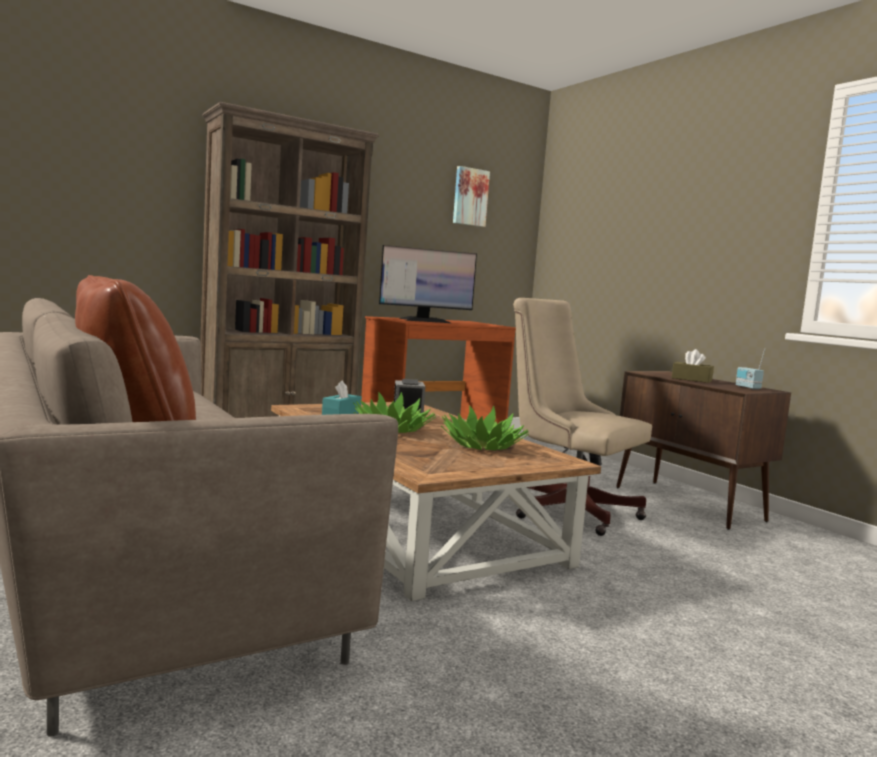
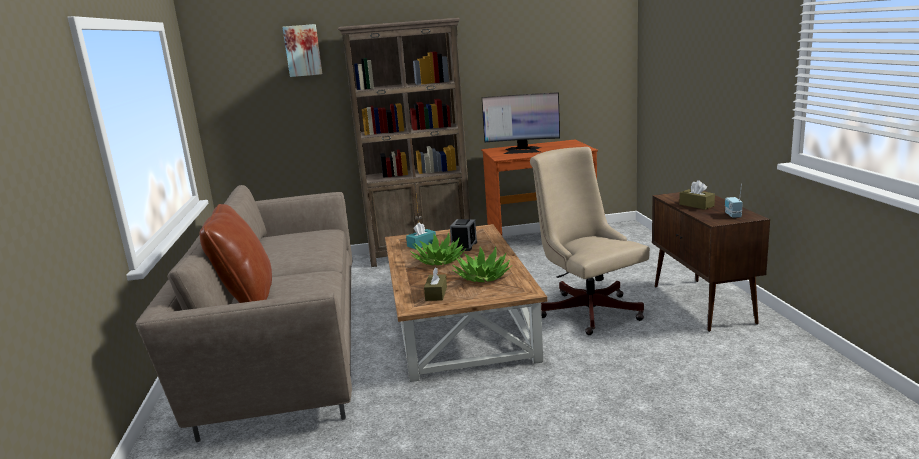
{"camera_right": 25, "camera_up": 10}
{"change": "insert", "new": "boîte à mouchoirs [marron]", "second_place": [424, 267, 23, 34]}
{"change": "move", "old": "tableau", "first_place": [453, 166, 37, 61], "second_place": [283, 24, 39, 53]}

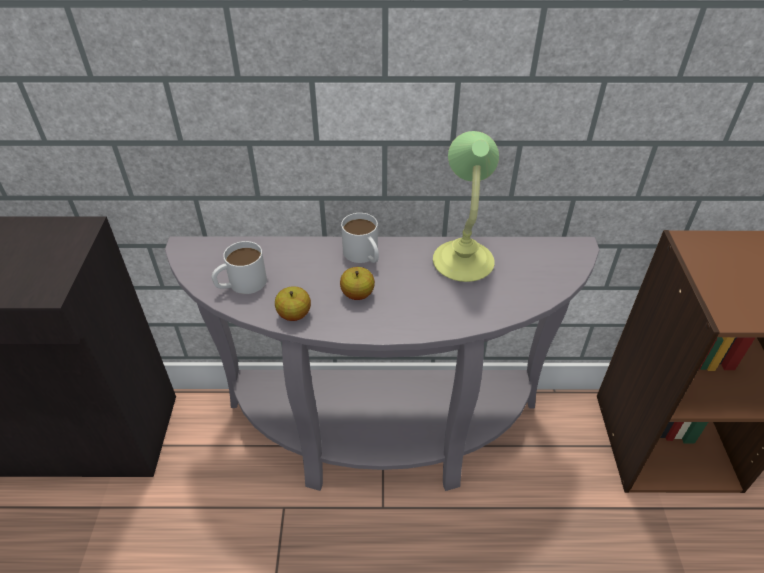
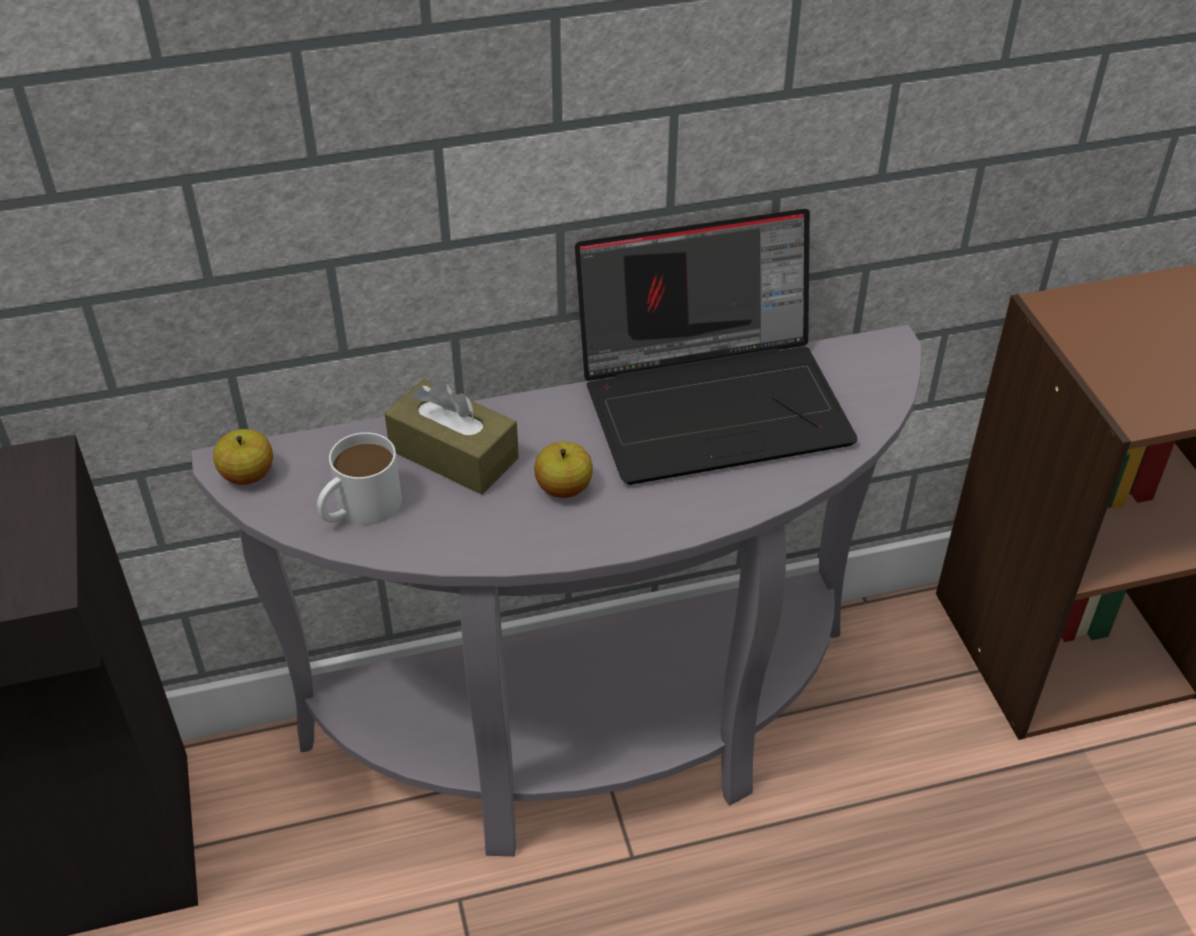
{"camera_right": -15, "camera_up": 0}
{"change": "delete", "old": "mug [blanc]", "first_place": [341, 213, 38, 50]}
{"change": "insert", "new": "boîte à mouchoirs [marron]", "second_place": [384, 379, 135, 116]}
{"change": "move", "old": "pomme", "first_place": [275, 286, 36, 35], "second_place": [213, 429, 60, 56]}
{"change": "replace", "old": "lampe de table", "new": "ordinateur portable", "first_place": [433, 131, 66, 151], "second_place": [575, 209, 283, 276]}

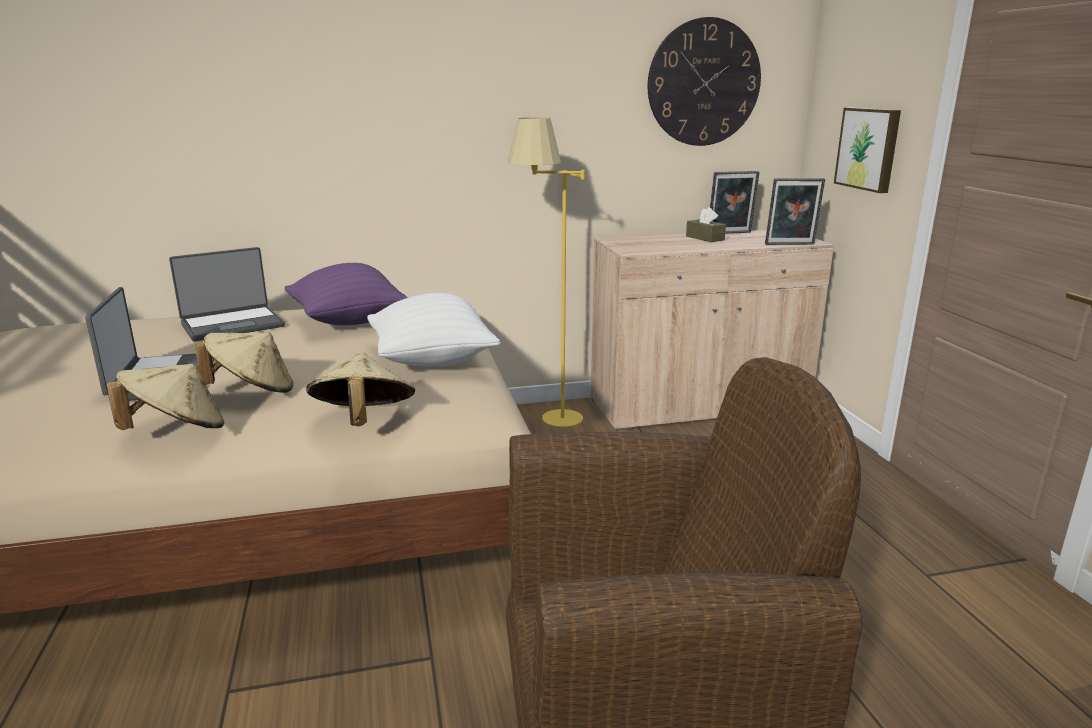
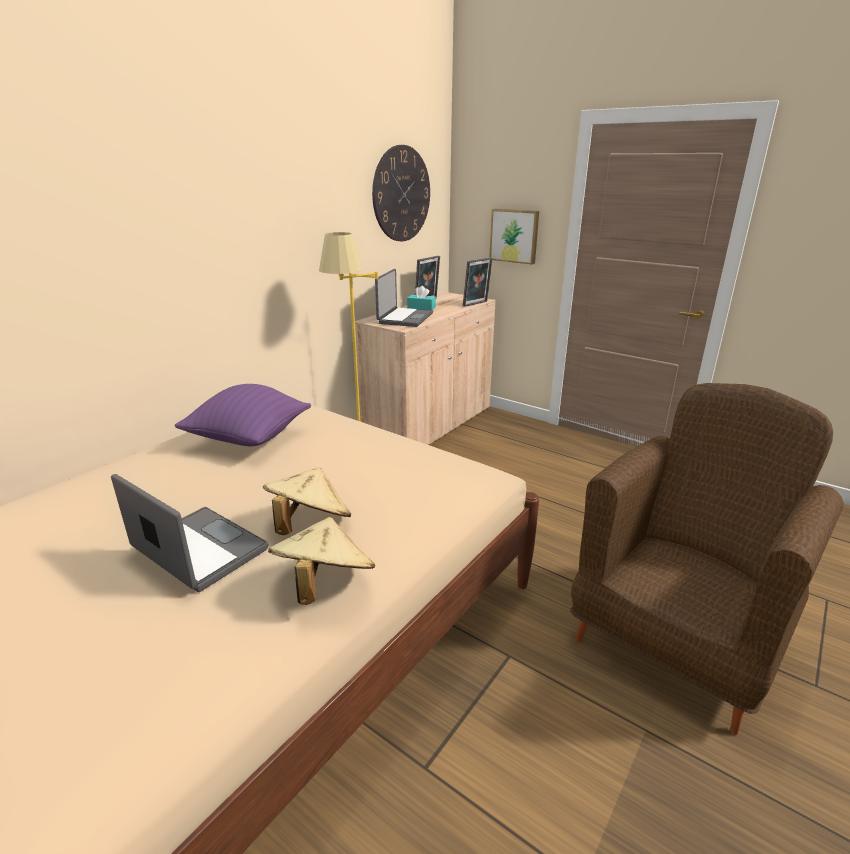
{"camera_right": -40, "camera_up": 5}
{"change": "delete", "old": "chapeau [beige]", "first_place": [306, 352, 109, 74]}
{"change": "delete", "old": "coussin [blanc]", "first_place": [367, 293, 134, 73]}
{"change": "move", "old": "ordinateur portable", "first_place": [169, 247, 116, 94], "second_place": [375, 269, 58, 58]}
{"change": "recolor", "old": "boîte à mouchoirs [marron]", "new": "boîte à mouchoirs [turquoise]", "first_place": [686, 207, 40, 35], "second_place": [407, 286, 29, 24]}

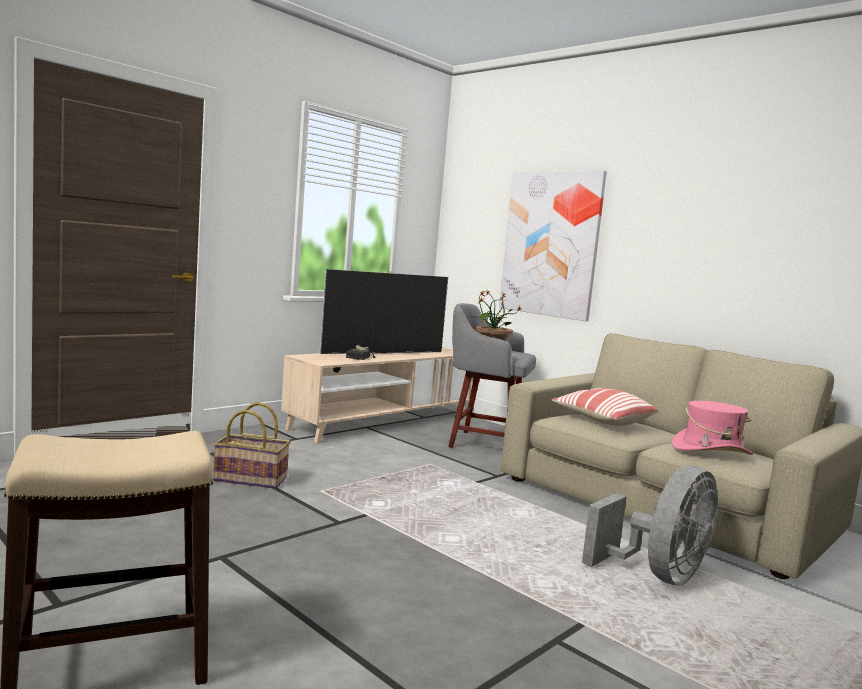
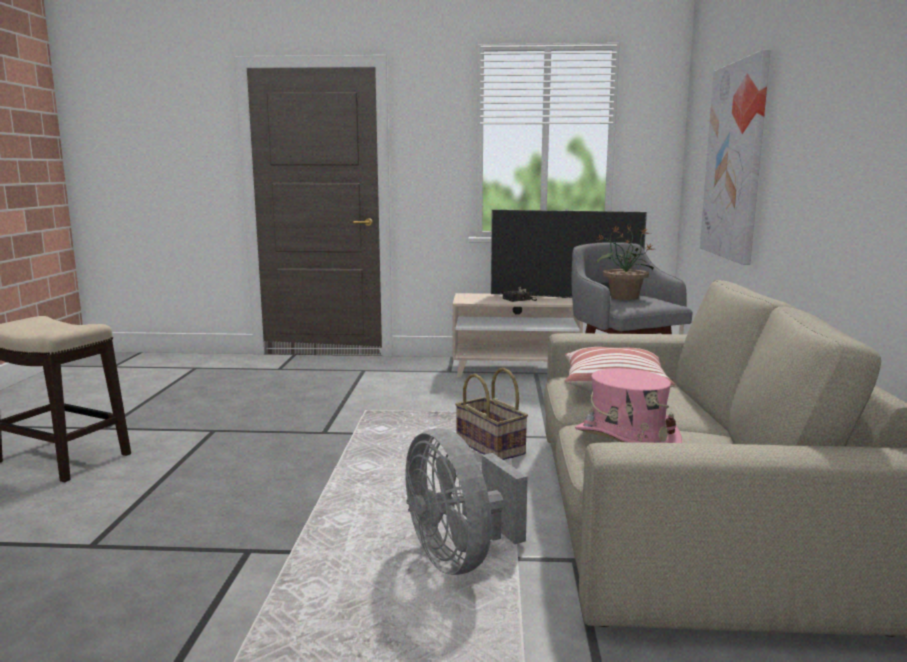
{"camera_right": 50, "camera_up": 5}
{"change": "move", "old": "panier", "first_place": [213, 402, 78, 87], "second_place": [455, 368, 73, 92]}
{"change": "rotate", "old": "ventilateur [gris]", "first_place": [582, 465, 136, 121], "second_place": [405, 428, 123, 147], "degrees": 60}

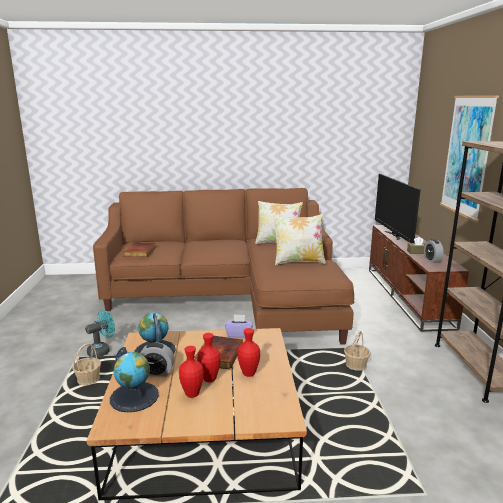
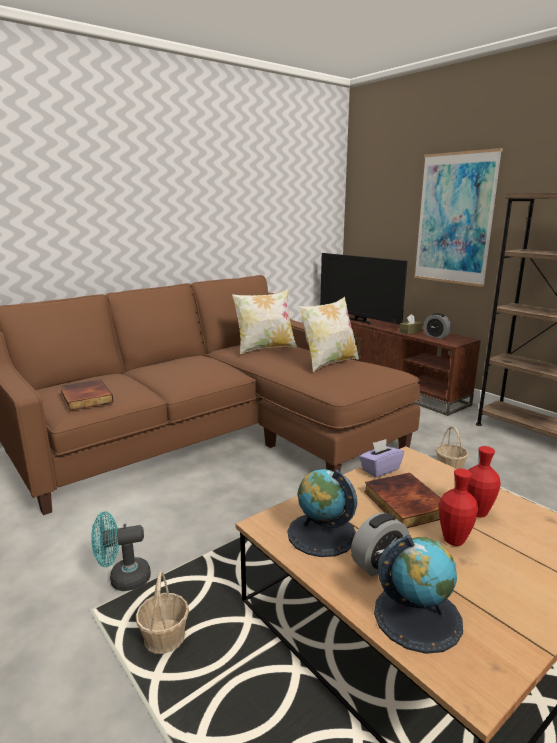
{"camera_right": -35, "camera_up": 0}
{"change": "delete", "old": "vase [rouge]", "first_place": [179, 346, 25, 52]}
{"change": "rotate", "old": "ventilateur [turquoise]", "first_place": [85, 310, 30, 47], "second_place": [91, 512, 60, 79], "degrees": -120}

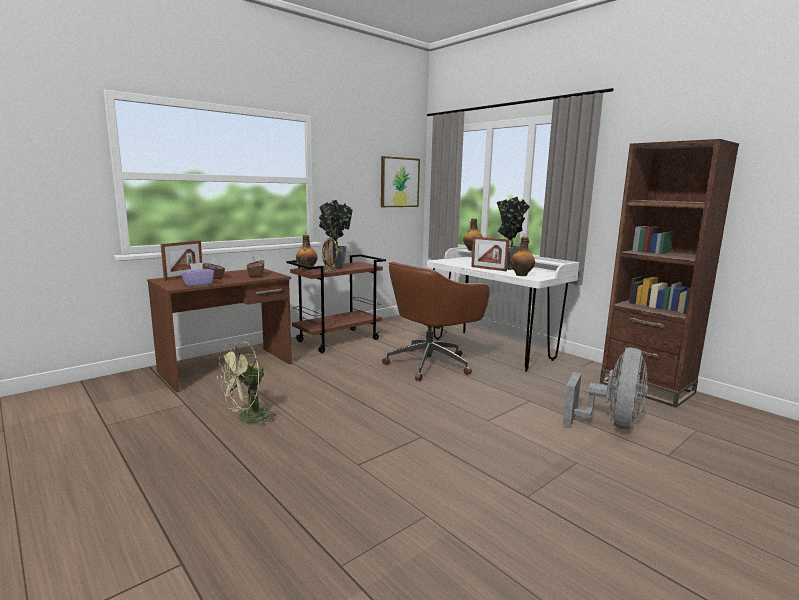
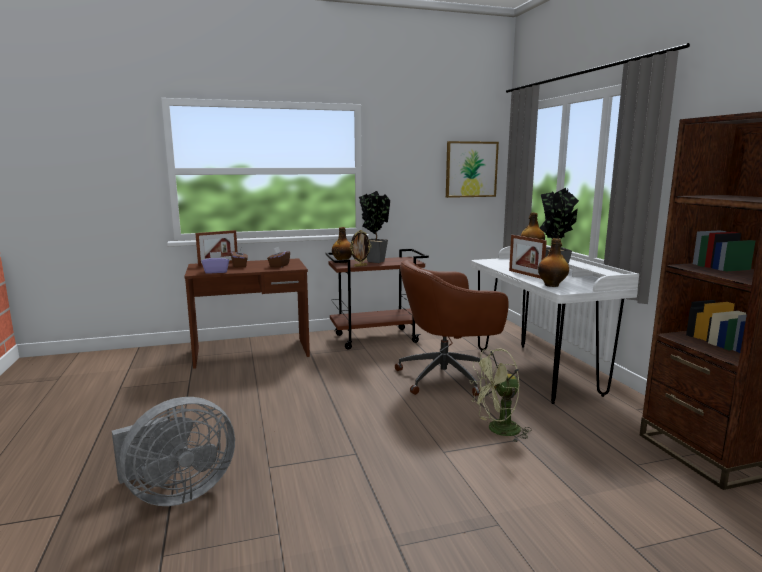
{"camera_right": 25, "camera_up": 0}
{"change": "move", "old": "ventilateur [vert]", "first_place": [217, 341, 63, 85], "second_place": [469, 349, 63, 94]}
{"change": "move", "old": "ventilateur [gris]", "first_place": [562, 348, 86, 82], "second_place": [112, 397, 123, 109]}

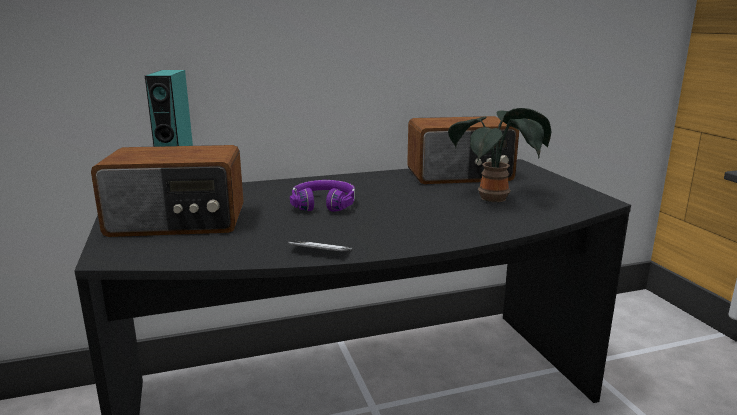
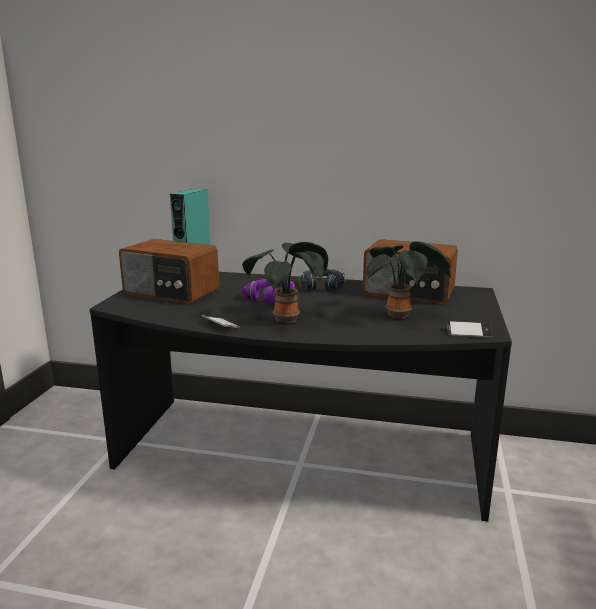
{"camera_right": 30, "camera_up": 0}
{"change": "insert", "new": "plante en pot", "second_place": [242, 242, 86, 81]}
{"change": "insert", "new": "casque audio [noir]", "second_place": [300, 269, 45, 21]}
{"change": "insert", "new": "téléphone", "second_place": [447, 321, 45, 17]}

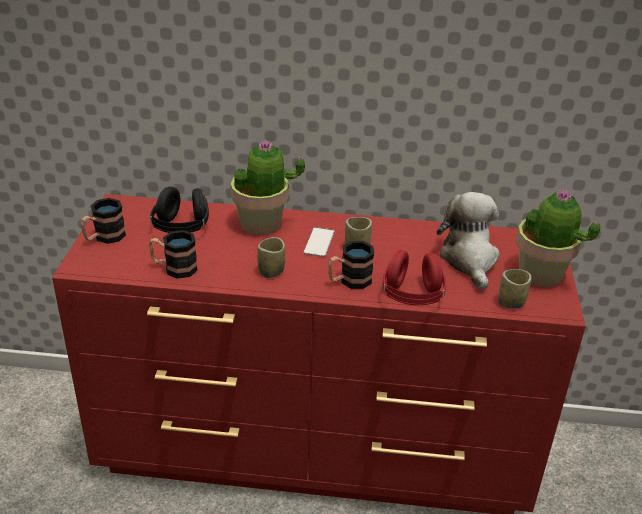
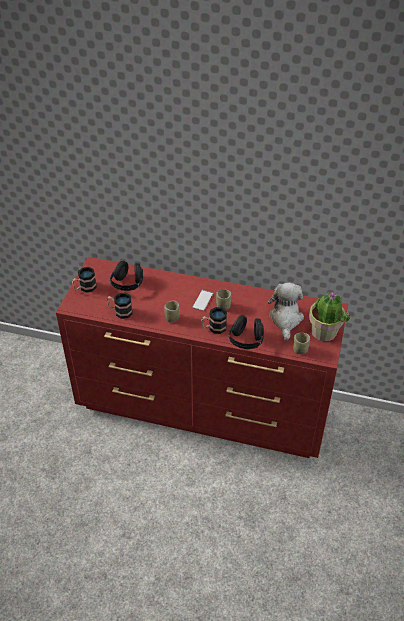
{"camera_right": 10, "camera_up": 10}
{"change": "delete", "old": "plante en pot", "first_place": [231, 140, 74, 95]}
{"change": "recolor", "old": "casque audio [rouge]", "new": "casque audio [noir]", "first_place": [383, 250, 63, 55], "second_place": [228, 315, 36, 34]}

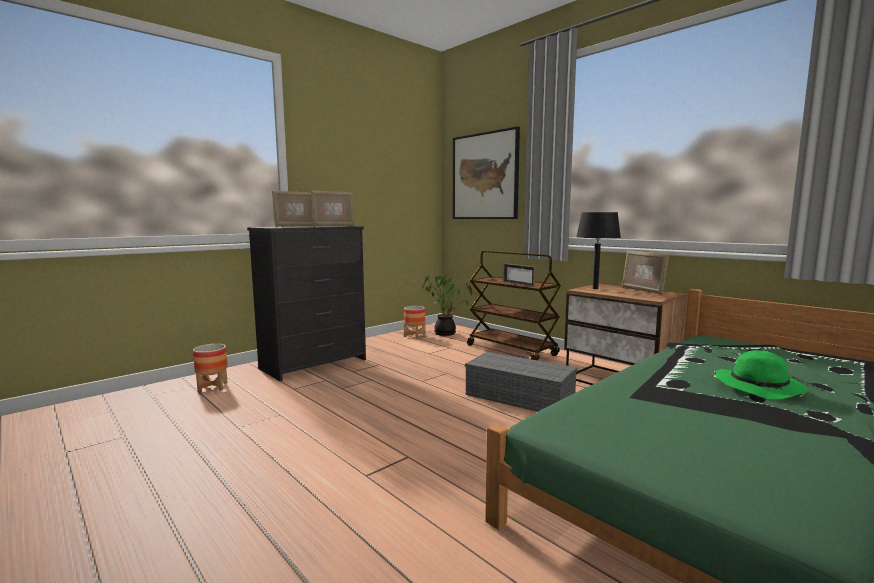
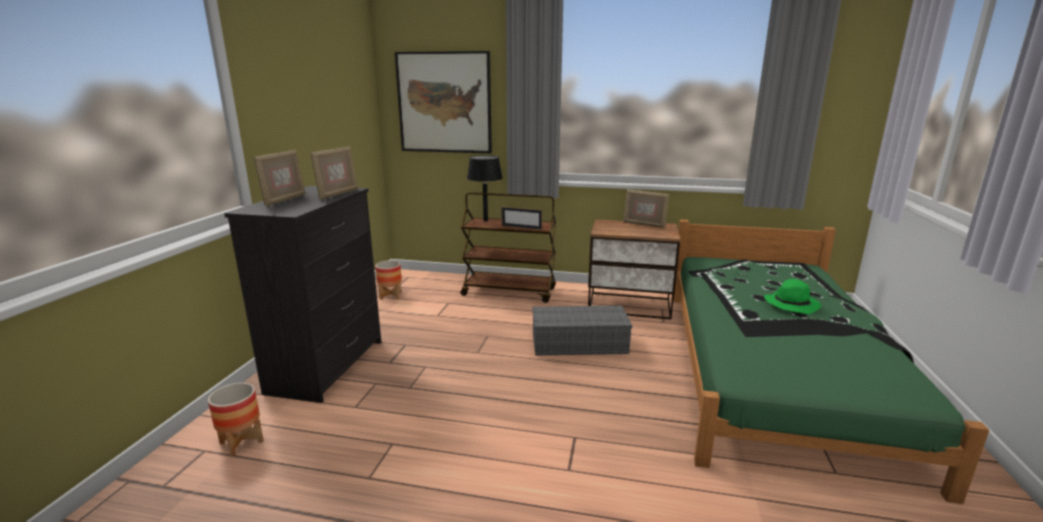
{"camera_right": -35, "camera_up": 10}
{"change": "delete", "old": "plante en pot", "first_place": [422, 273, 51, 63]}
{"change": "move", "old": "lampe de table [noir]", "first_place": [576, 212, 45, 77], "second_place": [467, 155, 36, 67]}

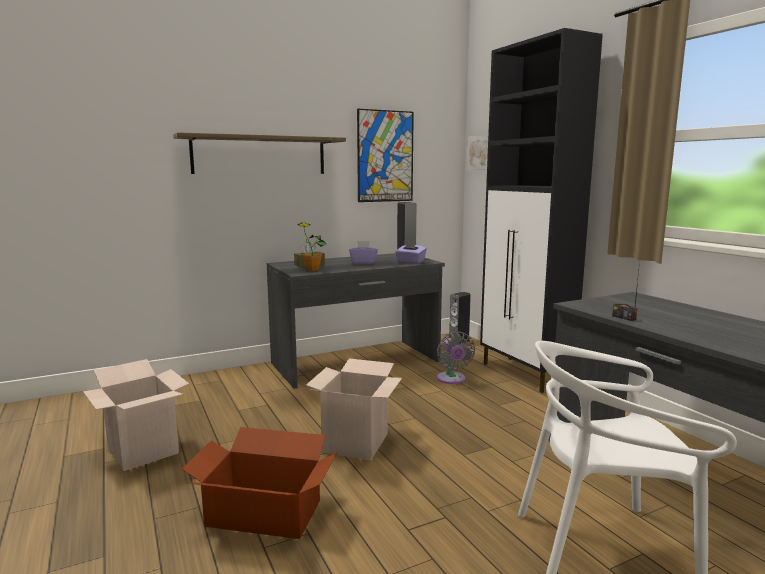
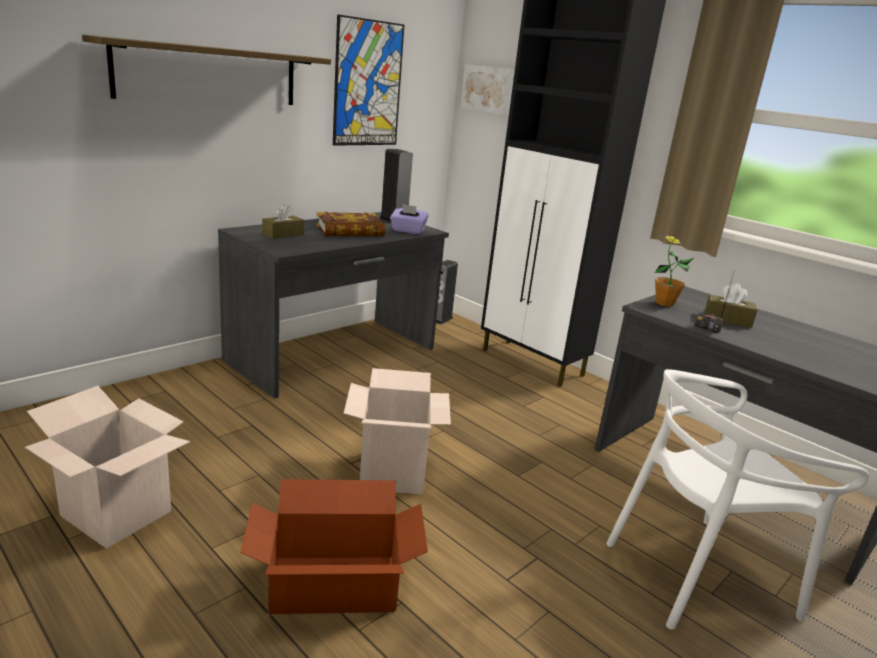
{"camera_right": -20, "camera_up": 10}
{"change": "delete", "old": "ventilateur [gris]", "first_place": [437, 331, 38, 53]}
{"change": "insert", "new": "boîte à mouchoirs [marron]", "second_place": [705, 284, 52, 44]}
{"change": "move", "old": "plante en pot", "first_place": [297, 223, 30, 48], "second_place": [655, 235, 39, 72]}
{"change": "replace", "old": "boîte à mouchoirs [violet]", "new": "livre", "first_place": [349, 241, 29, 23], "second_place": [316, 212, 69, 25]}

